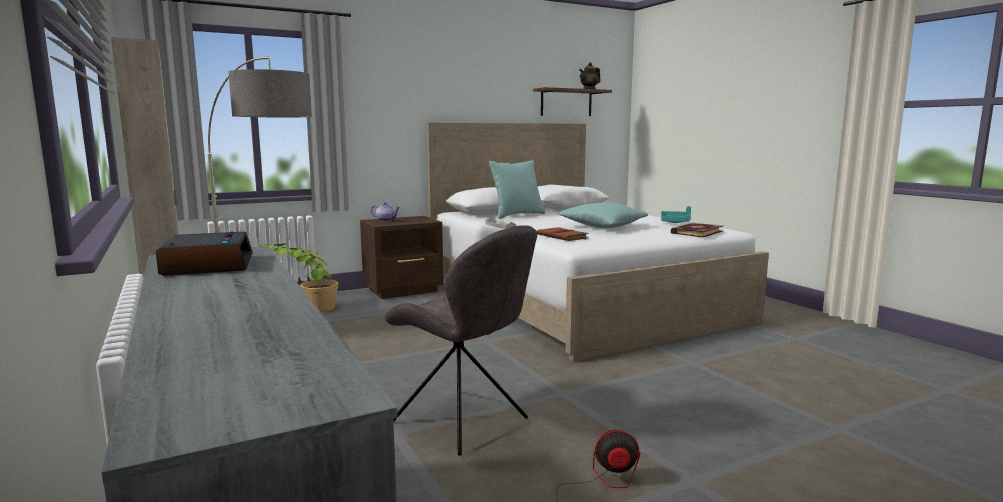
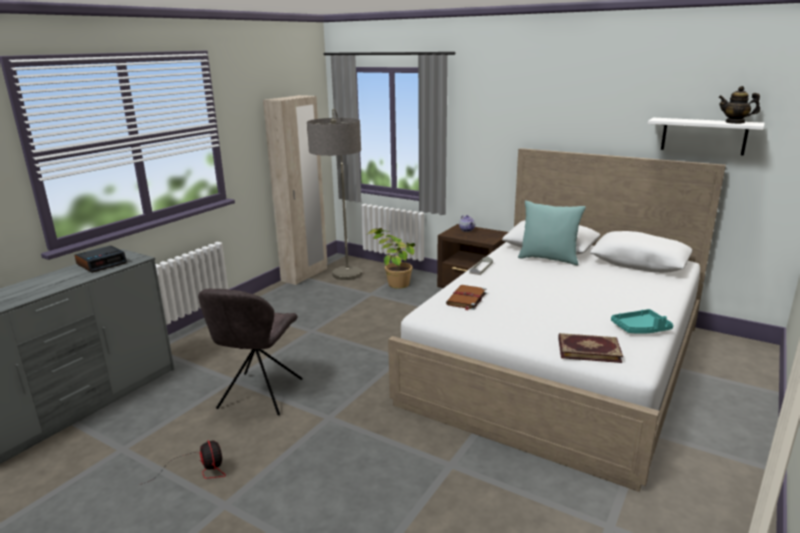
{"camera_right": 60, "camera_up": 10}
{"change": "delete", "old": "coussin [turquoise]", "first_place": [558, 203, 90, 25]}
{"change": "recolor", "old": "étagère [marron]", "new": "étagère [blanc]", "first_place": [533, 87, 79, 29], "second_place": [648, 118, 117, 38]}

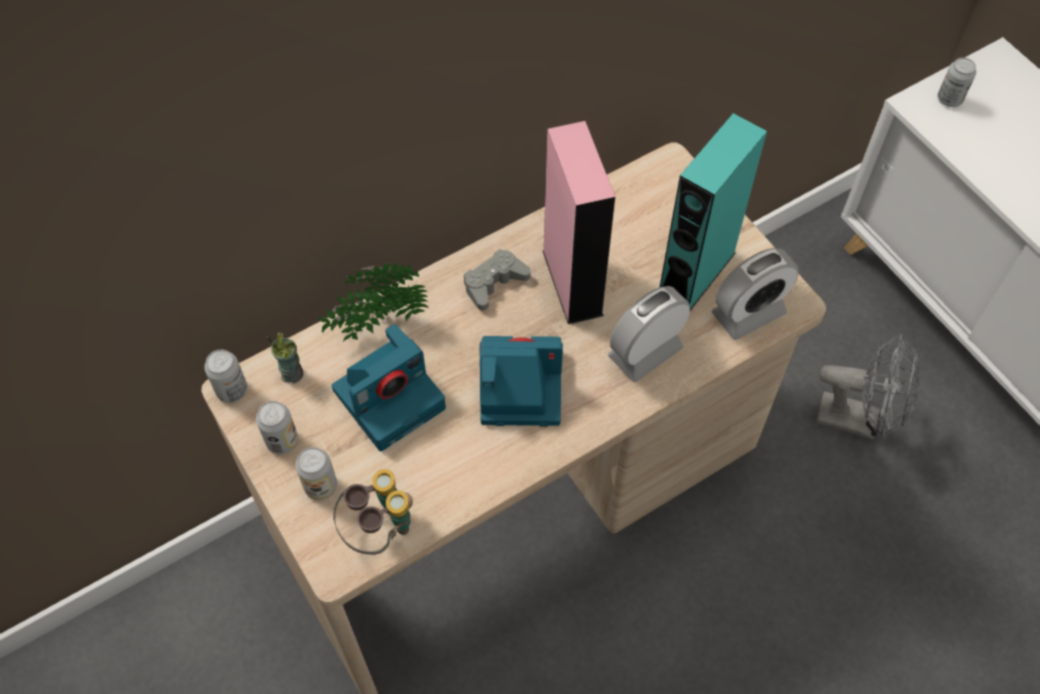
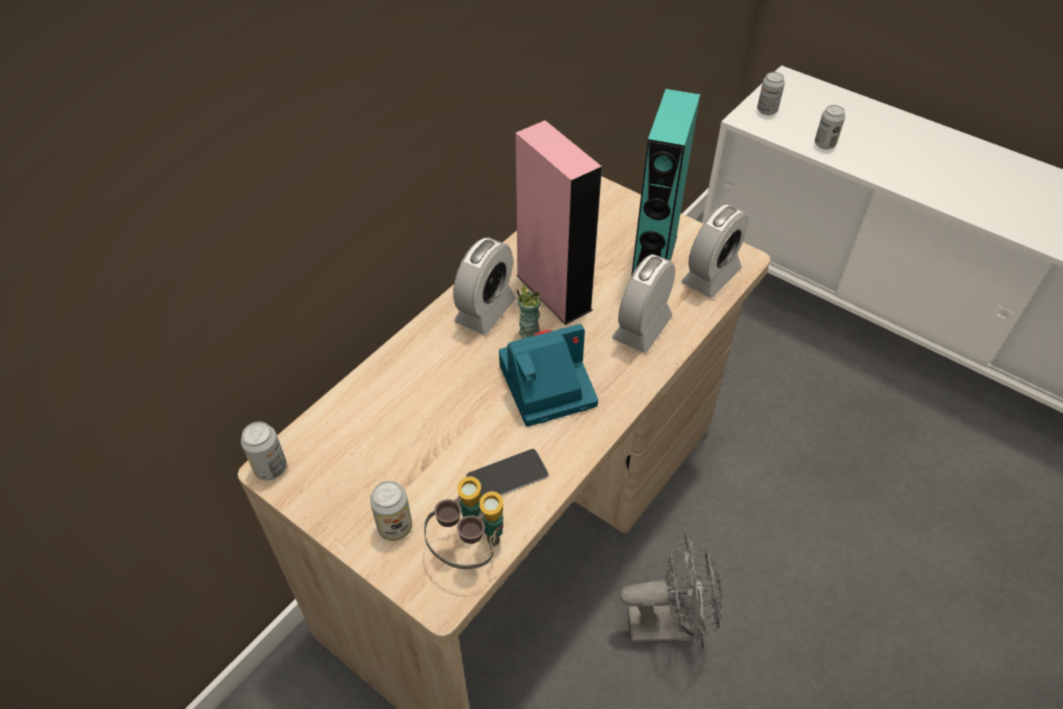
{"camera_right": -20, "camera_up": -10}
{"change": "delete", "old": "plante en pot", "first_place": [318, 263, 111, 79]}
{"change": "delete", "old": "appareil photo", "first_place": [331, 324, 115, 127]}
{"change": "insert", "new": "téléphone", "second_place": [466, 449, 83, 48]}
{"change": "move", "old": "boîte métallique", "first_place": [256, 401, 42, 53], "second_place": [815, 105, 30, 44]}
{"change": "move", "old": "tasse", "first_place": [267, 333, 36, 50], "second_place": [516, 286, 25, 53]}
{"change": "move", "old": "ventilateur [gris]", "first_place": [816, 334, 105, 106], "second_place": [620, 533, 103, 116]}
{"change": "replace", "old": "manette [gris]", "new": "réveil", "first_place": [464, 249, 67, 62], "second_place": [453, 238, 63, 97]}

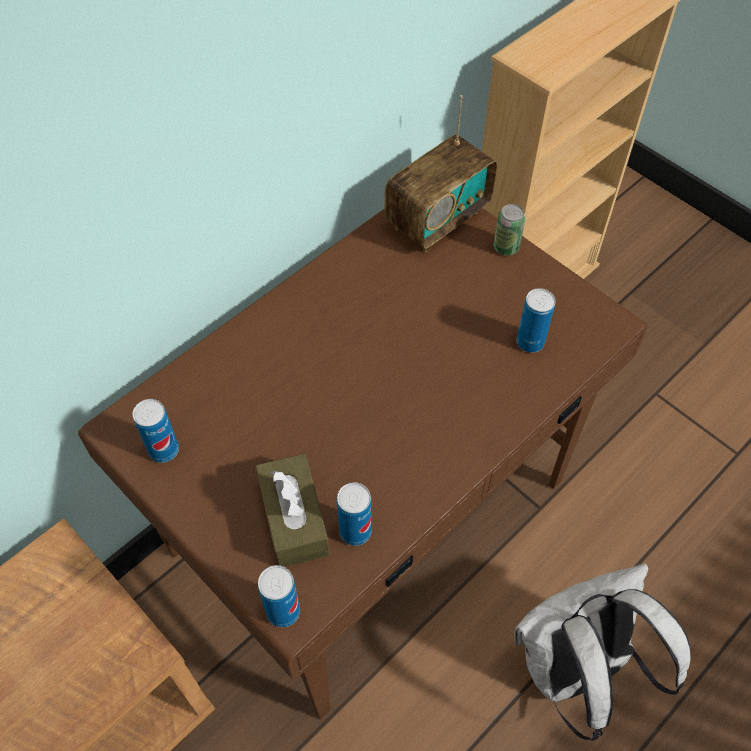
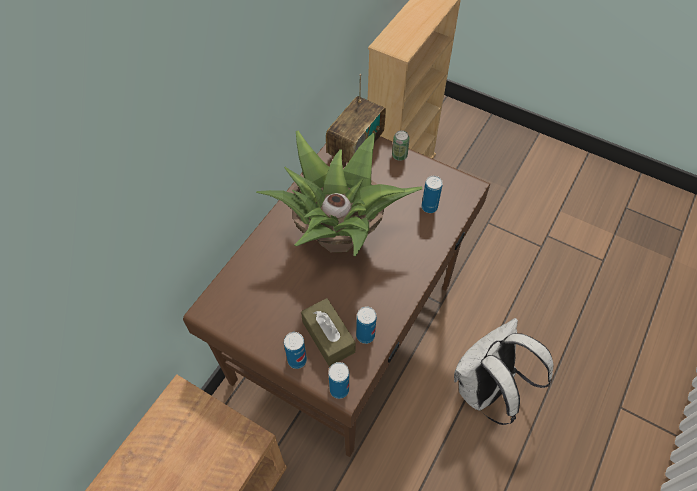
{"camera_right": -15, "camera_up": 0}
{"change": "insert", "new": "plante en pot", "second_place": [256, 130, 166, 126]}
{"change": "move", "old": "boîte métallique", "first_place": [132, 399, 47, 64], "second_place": [284, 332, 23, 37]}

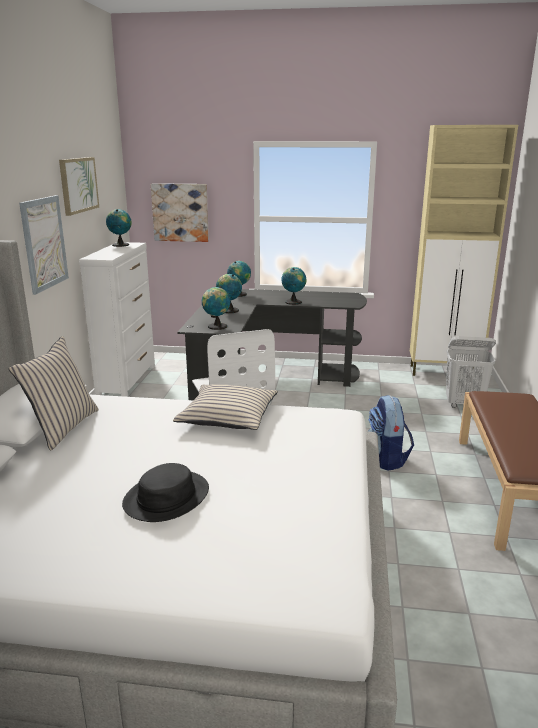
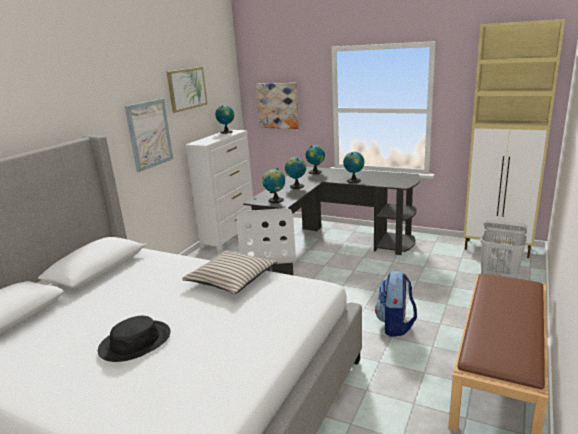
{"camera_right": 20, "camera_up": 0}
{"change": "delete", "old": "coussin [beige]", "first_place": [9, 336, 90, 114]}

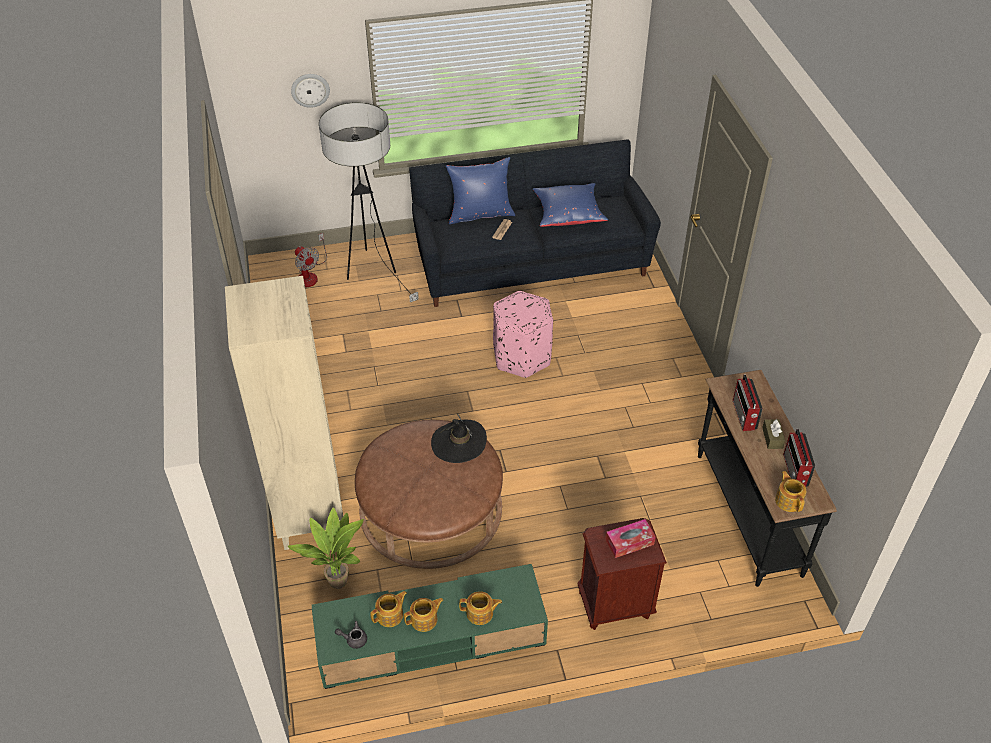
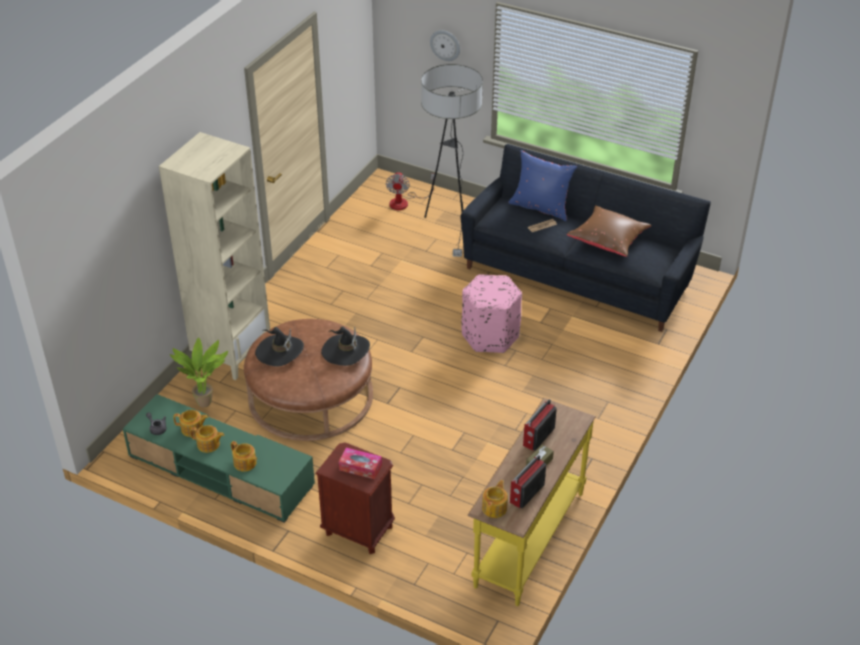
{"camera_right": 40, "camera_up": -5}
{"change": "insert", "new": "chapeau [noir]", "second_place": [255, 327, 49, 40]}
{"change": "recolor", "old": "coussin [bleu]", "new": "coussin [marron]", "first_place": [533, 183, 75, 44], "second_place": [567, 205, 85, 52]}
{"change": "recolor", "old": "table console [noir]", "new": "table console [jaune]", "first_place": [698, 370, 139, 217], "second_place": [467, 398, 129, 208]}

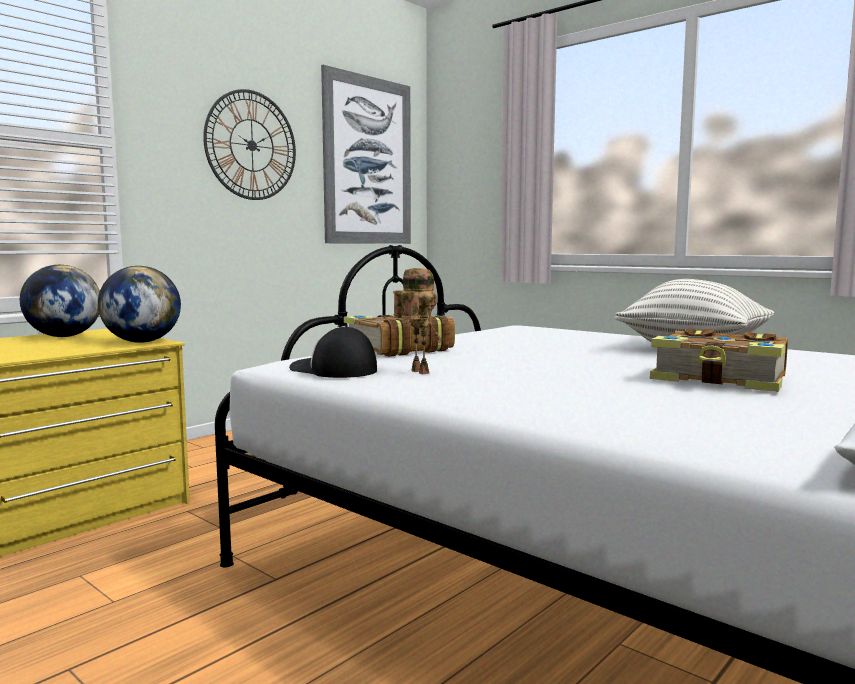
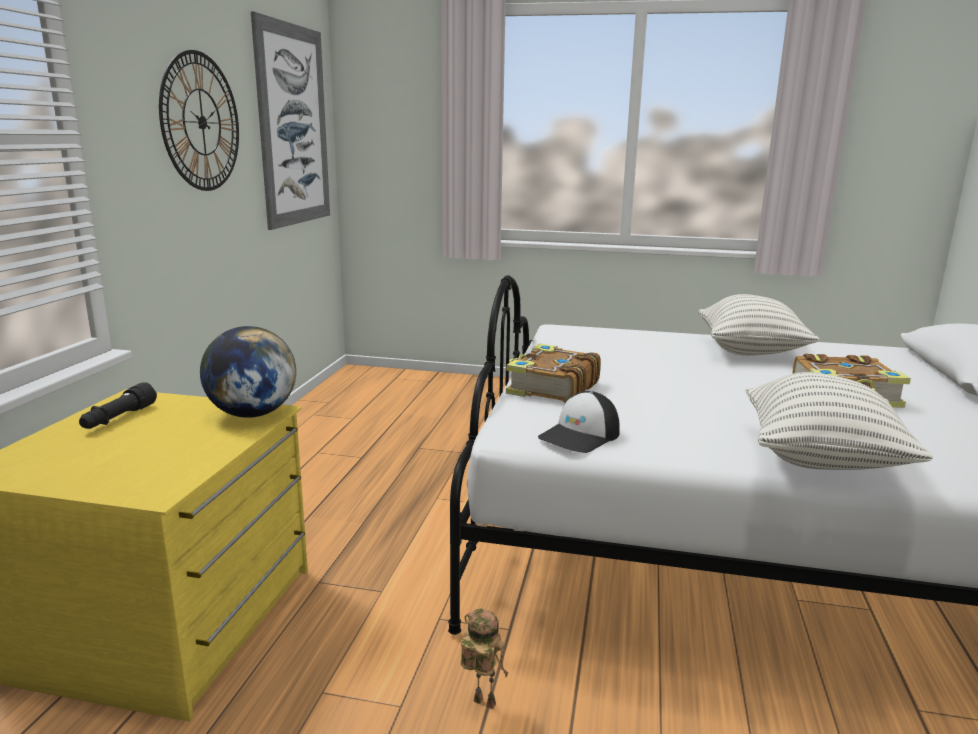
{"camera_right": -30, "camera_up": 10}
{"change": "insert", "new": "coussin", "second_place": [746, 372, 187, 98]}
{"change": "move", "old": "robot jouet", "first_place": [393, 268, 50, 106], "second_place": [461, 609, 47, 100]}
{"change": "replace", "old": "globe", "new": "lampe de poche [noir]", "first_place": [20, 265, 80, 72], "second_place": [79, 382, 78, 47]}
{"change": "rotate", "old": "casquette", "first_place": [289, 326, 88, 52], "second_place": [538, 391, 82, 62], "degrees": -60}

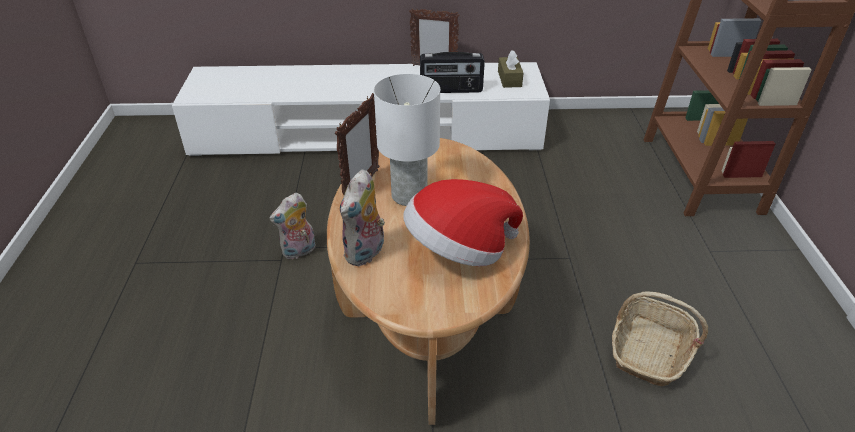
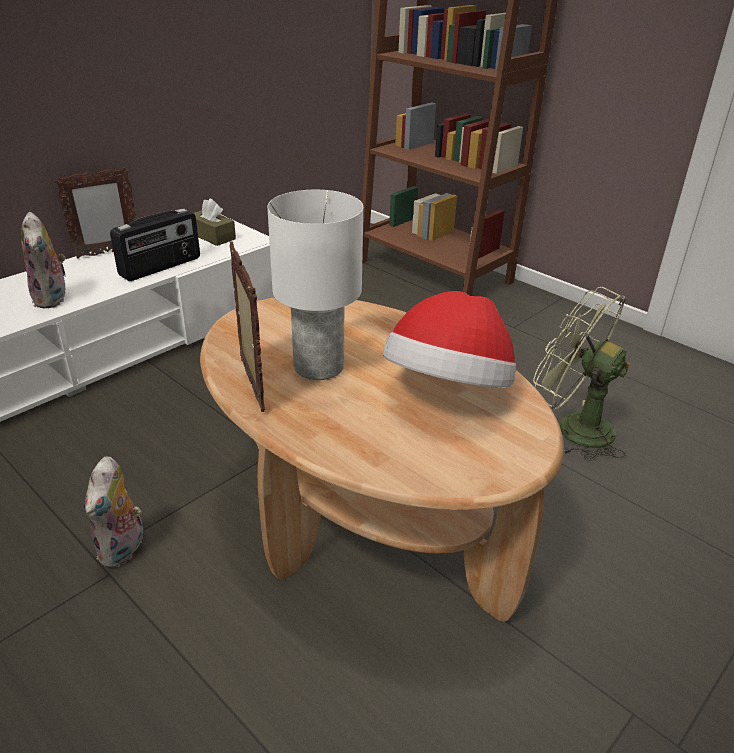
{"camera_right": -45, "camera_up": -5}
{"change": "move", "old": "peluche", "first_place": [340, 169, 45, 97], "second_place": [21, 212, 48, 96]}
{"change": "replace", "old": "panier", "new": "ventilateur [vert]", "first_place": [612, 291, 96, 95], "second_place": [533, 287, 97, 174]}

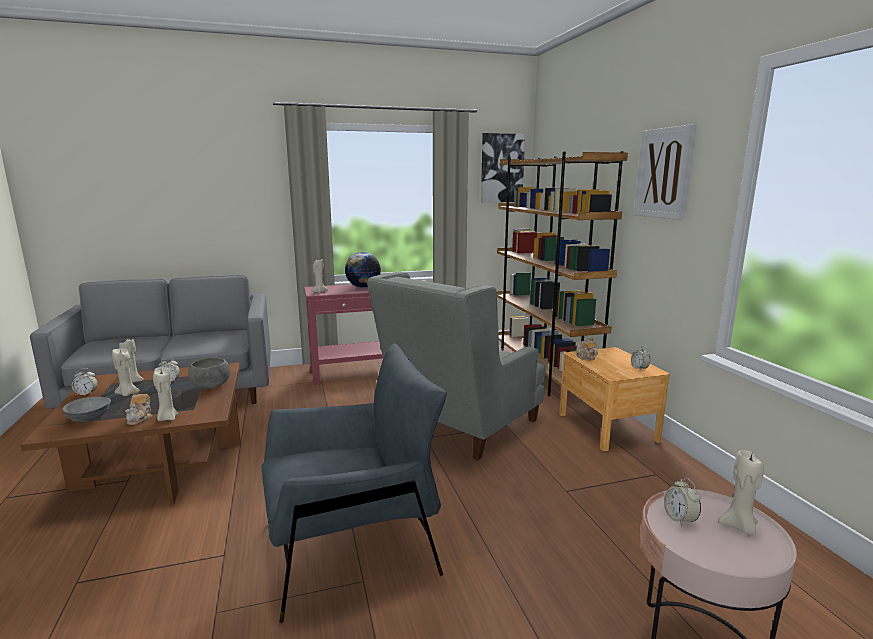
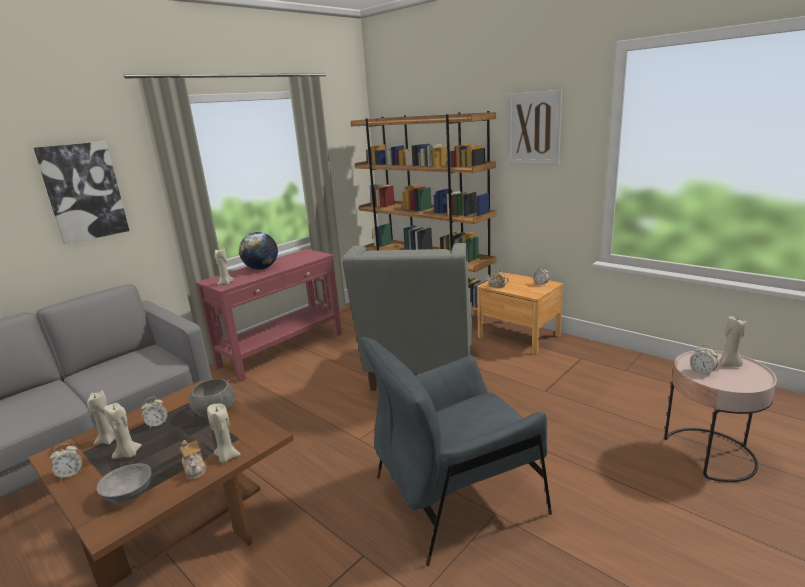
{"camera_right": -30, "camera_up": 5}
{"change": "move", "old": "tableau", "first_place": [481, 133, 44, 69], "second_place": [34, 141, 95, 103]}
{"change": "rotate", "old": "fauteuil [gris]", "first_place": [262, 343, 185, 280], "second_place": [361, 337, 191, 229], "degrees": -150}

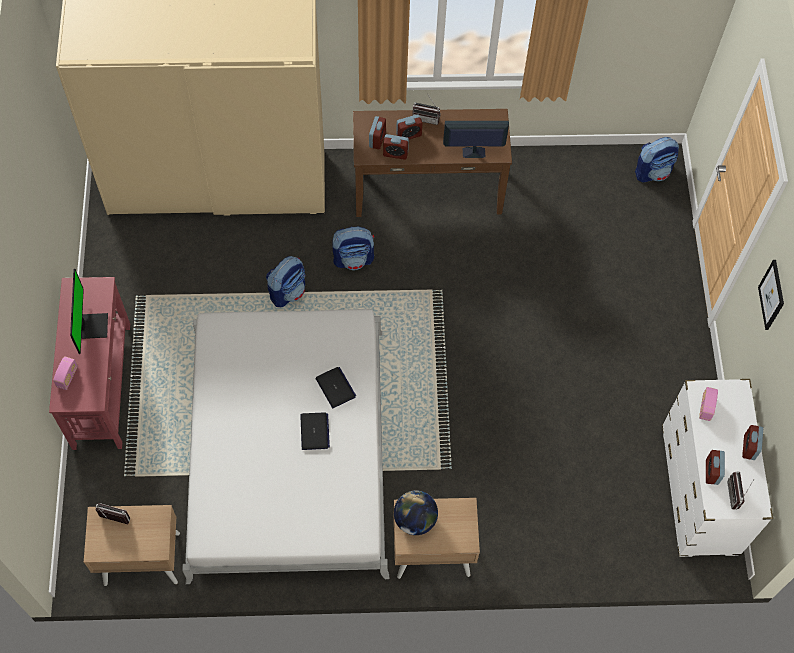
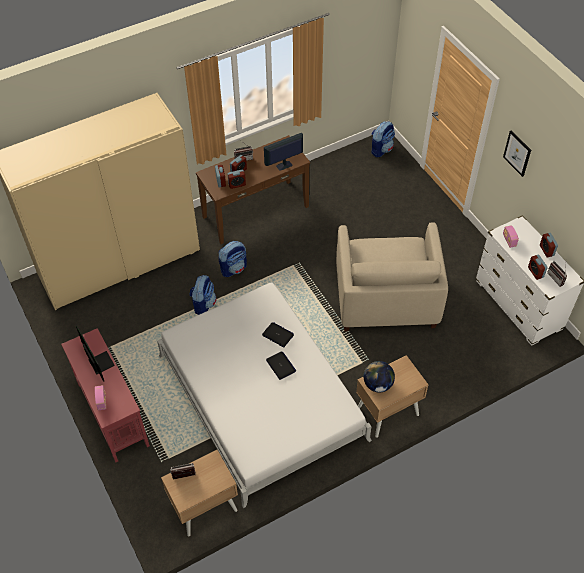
{"camera_right": -25, "camera_up": -10}
{"change": "insert", "new": "fauteuil [beige]", "second_place": [336, 222, 112, 110]}

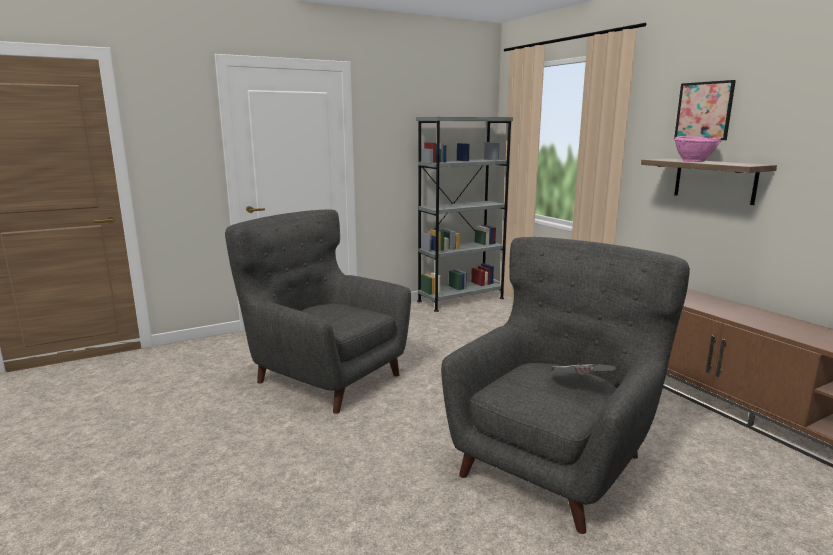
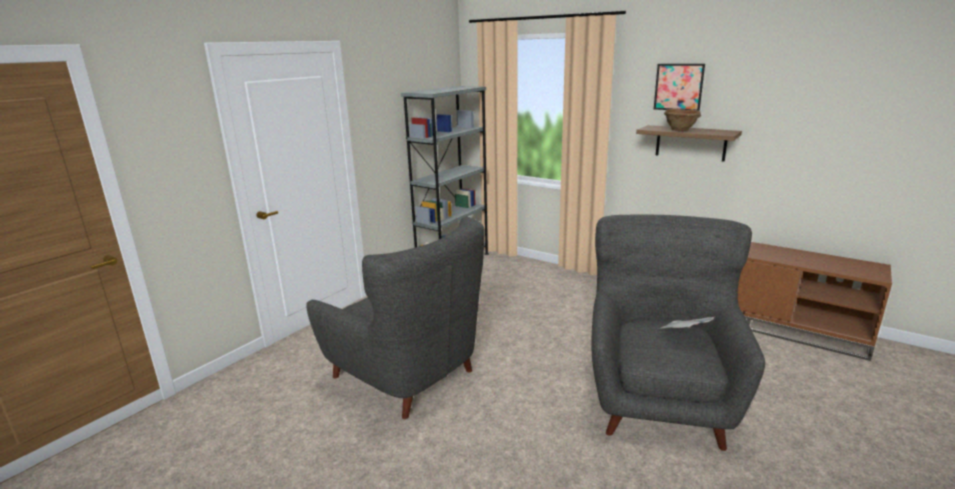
{"camera_right": -25, "camera_up": 5}
{"change": "recolor", "old": "bol [rose]", "new": "bol [marron]", "first_place": [674, 136, 47, 26], "second_place": [664, 109, 37, 22]}
{"change": "rotate", "old": "fauteuil [gris]", "first_place": [225, 210, 186, 204], "second_place": [306, 217, 179, 202], "degrees": -150}

